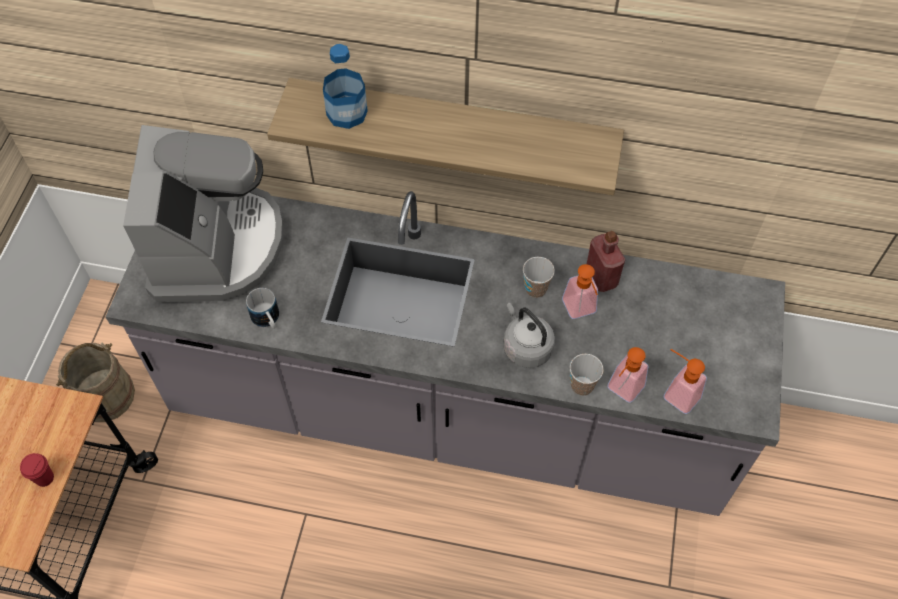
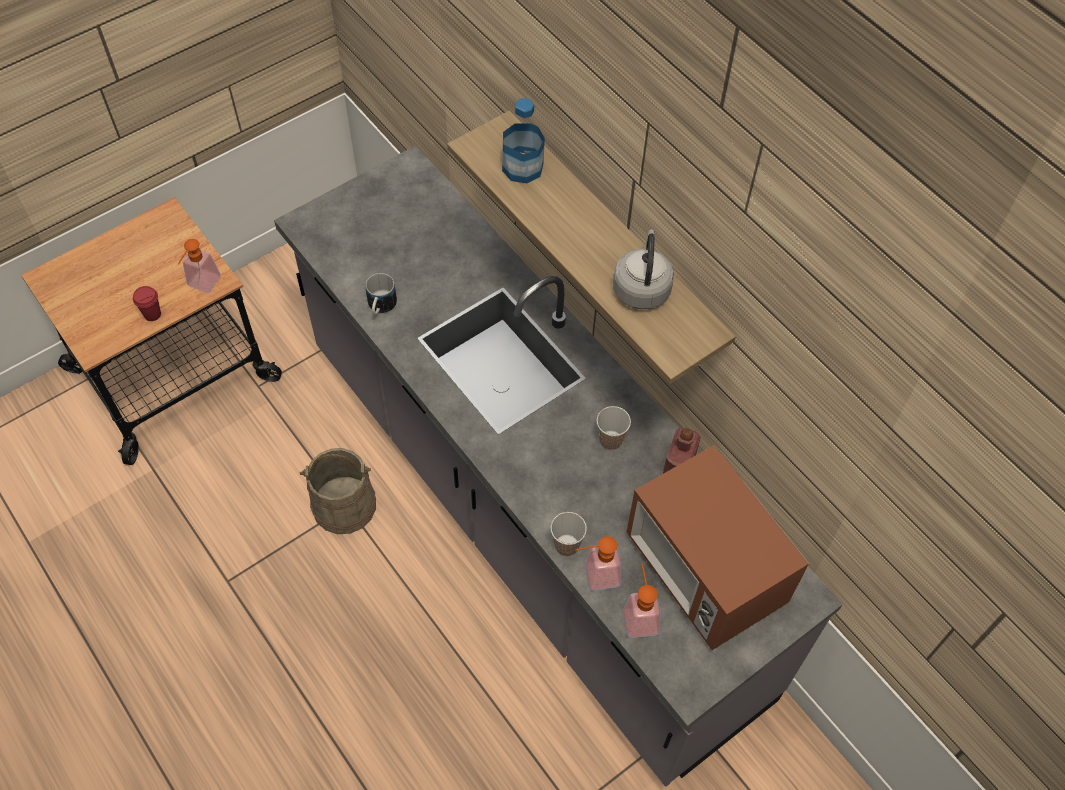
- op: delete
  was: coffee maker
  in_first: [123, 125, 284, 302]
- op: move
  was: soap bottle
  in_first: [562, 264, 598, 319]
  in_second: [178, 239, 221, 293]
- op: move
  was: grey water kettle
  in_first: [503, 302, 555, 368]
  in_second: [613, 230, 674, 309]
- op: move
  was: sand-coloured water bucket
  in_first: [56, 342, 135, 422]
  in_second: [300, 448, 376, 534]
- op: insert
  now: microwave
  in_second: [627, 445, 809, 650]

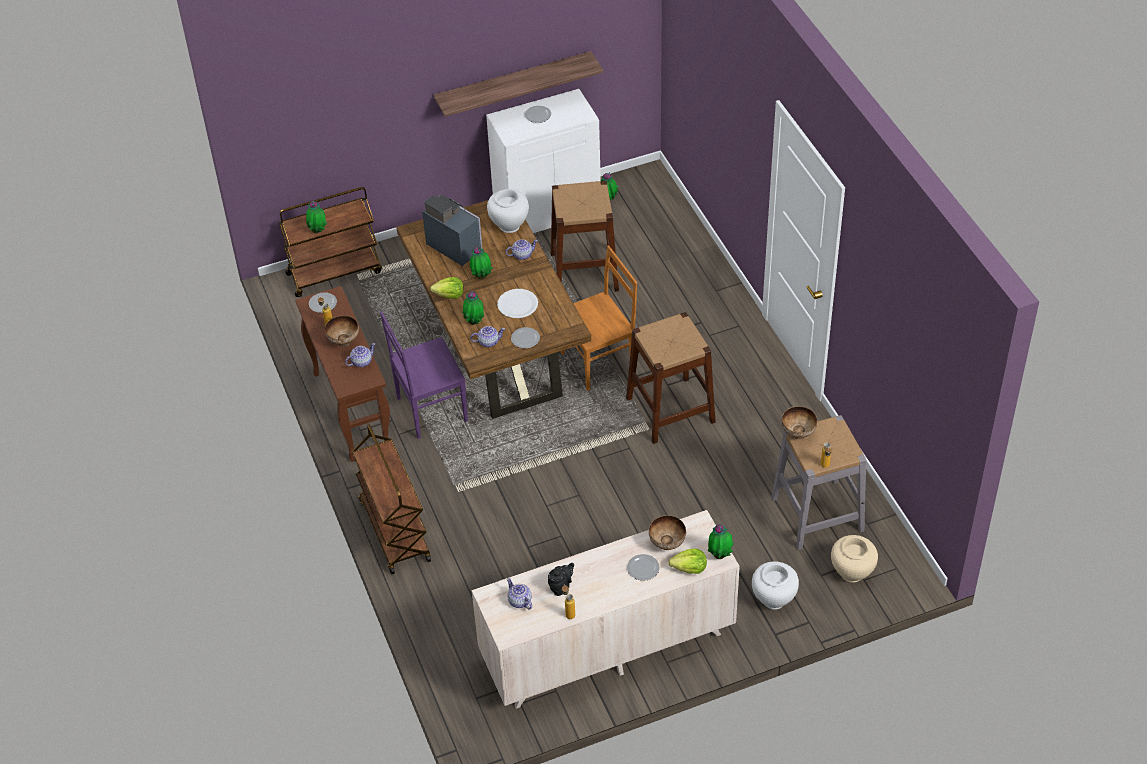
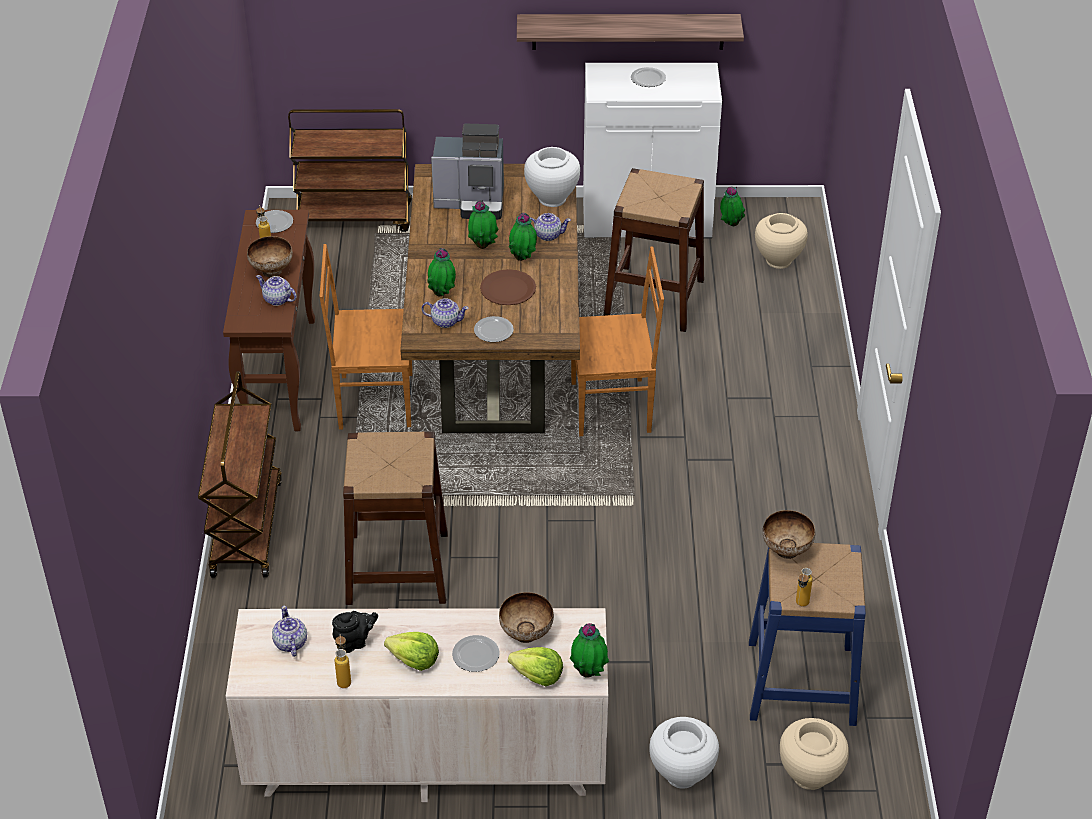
- op: rotate
  was: coffee maker
  in_first: [422, 195, 483, 266]
  in_second: [431, 123, 504, 220]
  clockwise: 120
- op: move
  was: plant in a pot
  in_first: [306, 201, 327, 233]
  in_second: [509, 213, 537, 261]
- op: move
  was: head of lettuce
  in_first: [430, 277, 464, 299]
  in_second: [384, 632, 439, 671]
- op: recolor
  was: white flat dish
  now: brown-coloured flat dish
  in_first: [497, 289, 538, 318]
  in_second: [480, 269, 536, 305]
- op: recolor
  was: purple chair
  now: brown-coloured chair
  in_first: [380, 311, 468, 439]
  in_second: [319, 244, 412, 430]
- op: move
  was: brown-coloured stool seat
  in_first: [626, 312, 716, 444]
  in_second: [343, 432, 448, 605]
- op: rotate
  was: teapot
  in_first: [345, 343, 375, 367]
  in_second: [256, 275, 297, 306]
  clockwise: -135
- op: recolor
  was: grey stool seat
  now: blue stool seat
  in_first: [771, 415, 867, 550]
  in_second: [749, 543, 866, 726]
- op: insert
  now: sand-coloured vase
  in_second: [755, 213, 808, 269]

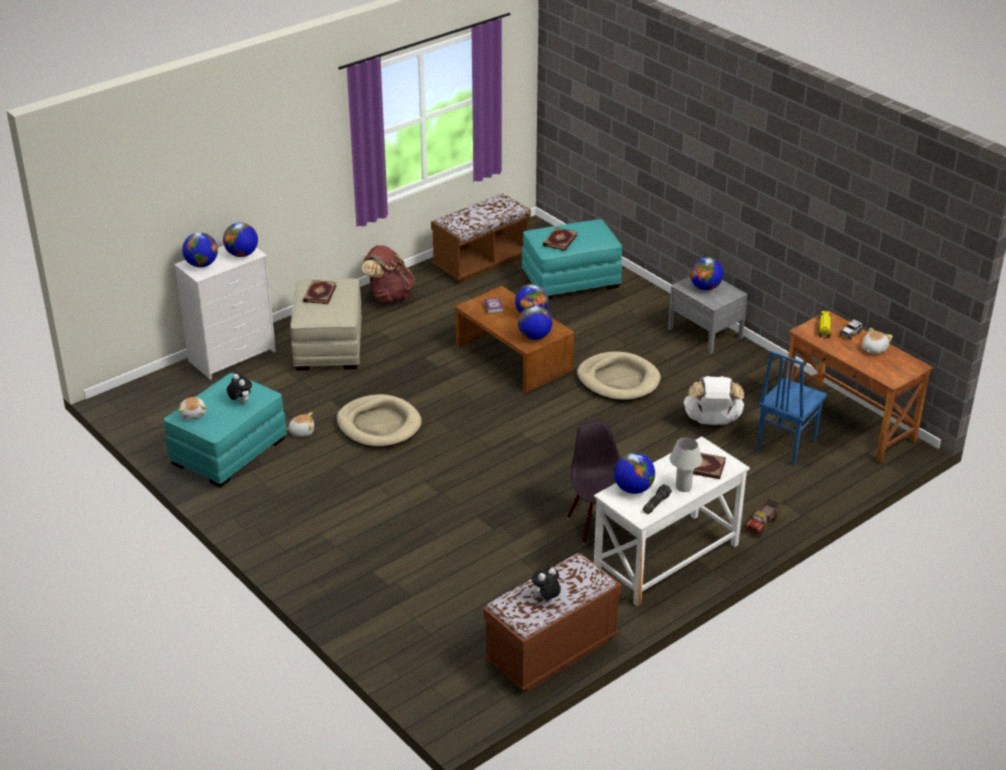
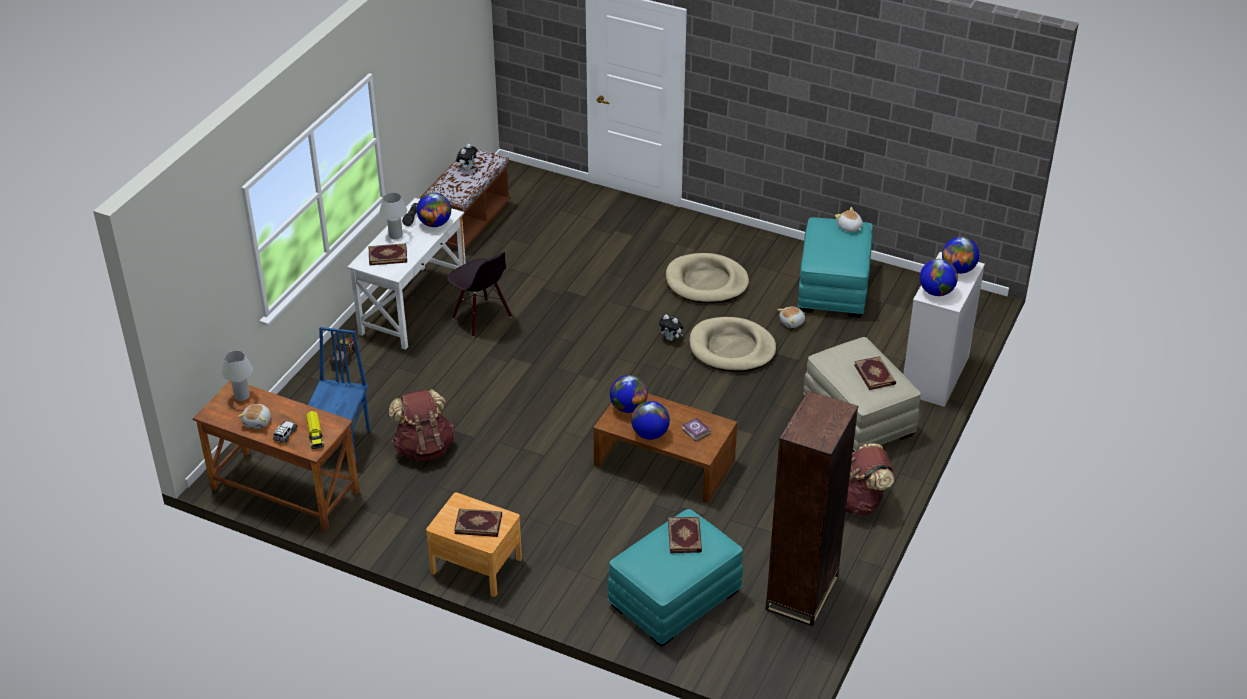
- op: replace
  was: brown-coloured bench
  now: brown-coloured shelving unit
  in_first: [431, 193, 531, 283]
  in_second: [765, 391, 858, 627]
- op: replace
  was: world globe
  now: book
  in_first: [690, 257, 723, 290]
  in_second: [454, 509, 502, 537]
- op: recolor
  was: grey nightstand
  now: brown-coloured nightstand
  in_first: [668, 277, 747, 354]
  in_second: [426, 492, 522, 597]
- op: move
  was: sand-coloured dog cushion
  in_first: [577, 351, 661, 401]
  in_second: [666, 253, 749, 304]
- op: move
  was: cuddly toy
  in_first: [227, 374, 252, 403]
  in_second: [658, 315, 683, 341]
- op: recolor
  was: white backpack
  now: brown-coloured backpack
  in_first: [684, 376, 744, 425]
  in_second: [389, 389, 455, 462]
- op: insert
  now: white table lamp
  in_second: [222, 351, 253, 401]

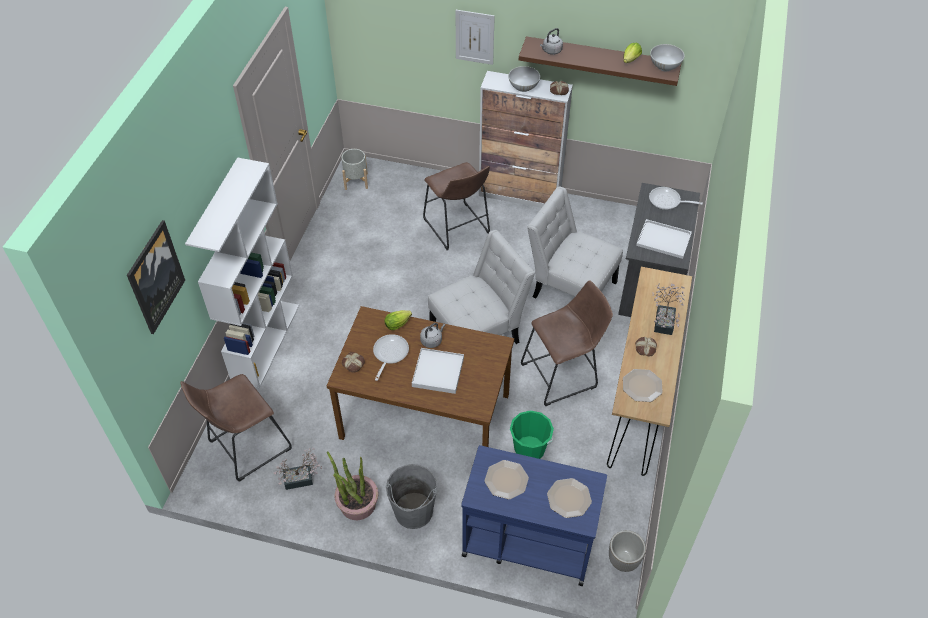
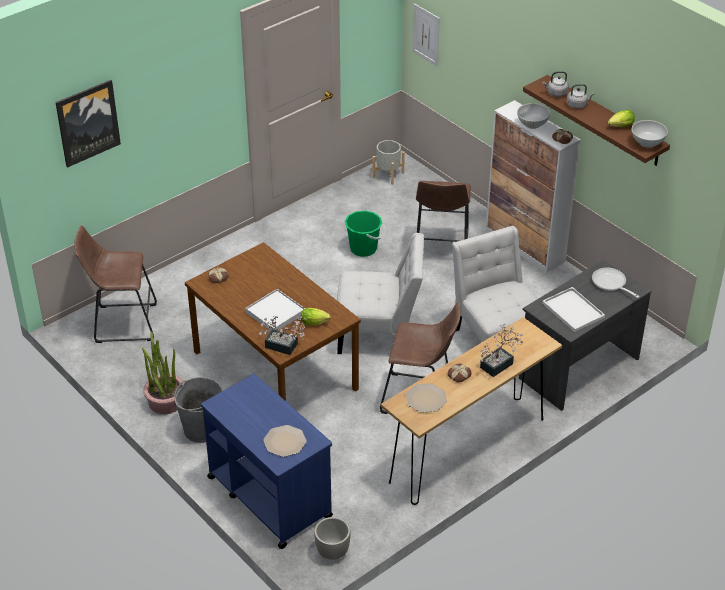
- op: move
  was: wall art
  in_first: [456, 10, 495, 65]
  in_second: [412, 3, 440, 66]
- op: delete
  was: white shelving unit
  in_first: [185, 157, 299, 389]
- op: move
  was: head of lettuce
  in_first: [385, 310, 412, 330]
  in_second: [301, 308, 331, 325]
- op: move
  was: grey water kettle
  in_first: [420, 323, 445, 348]
  in_second: [567, 84, 594, 109]
- op: delete
  was: pan
  in_first: [373, 334, 409, 381]
- op: move
  was: green-coloured water bucket
  in_first: [510, 410, 554, 459]
  in_second: [345, 210, 382, 257]
- op: move
  was: plant in a pot
  in_first: [274, 448, 322, 490]
  in_second: [259, 316, 306, 355]
- op: delete
  was: flat dish
  in_first: [485, 460, 529, 499]

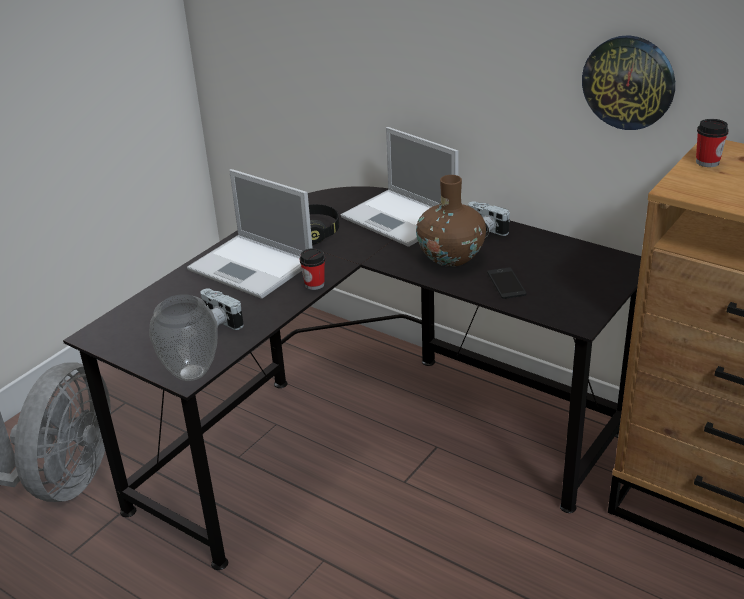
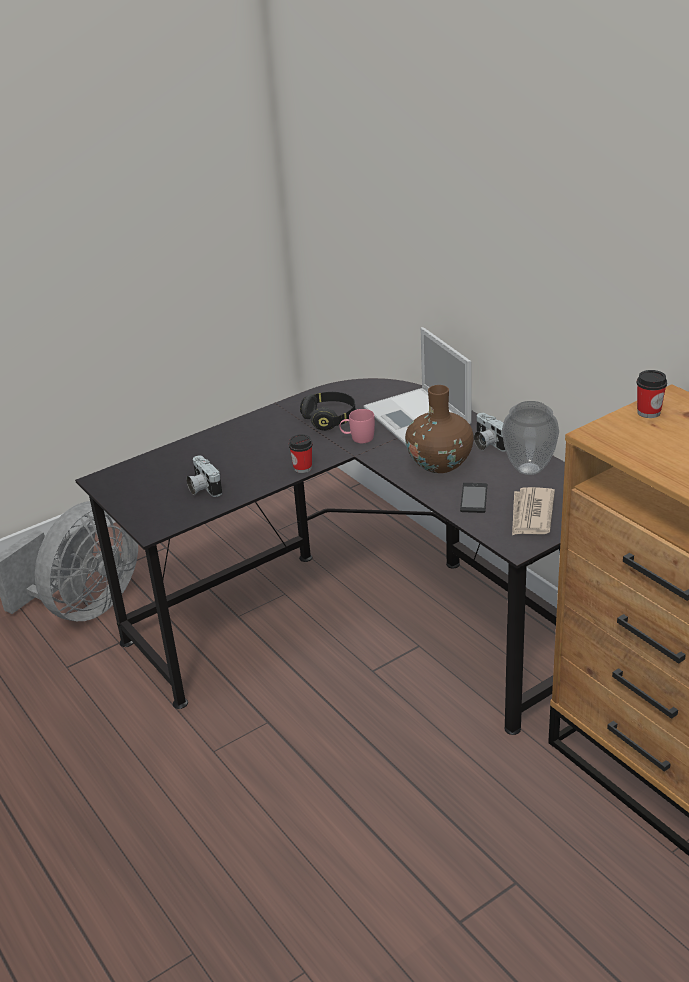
- op: delete
  was: wall clock
  in_first: [582, 35, 675, 130]
- op: delete
  was: notebook computer
  in_first: [187, 169, 313, 299]
- op: move
  was: vase
  in_first: [149, 294, 218, 381]
  in_second: [502, 401, 559, 475]
- op: insert
  now: pink-coloured coffee mug
  in_second: [339, 409, 375, 443]
- op: insert
  now: daily paper
  in_second: [512, 487, 555, 535]

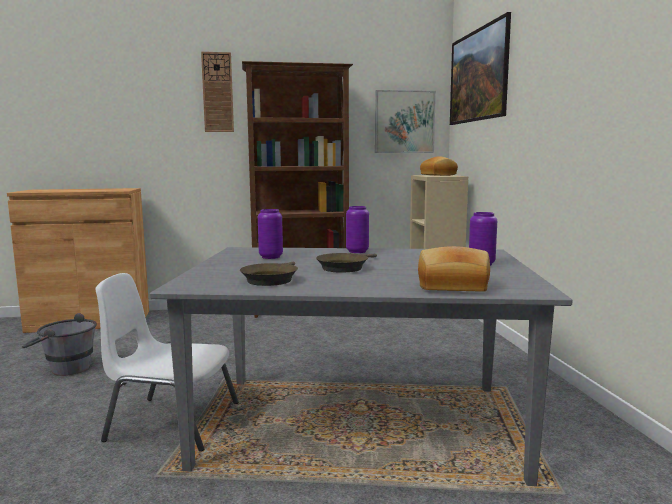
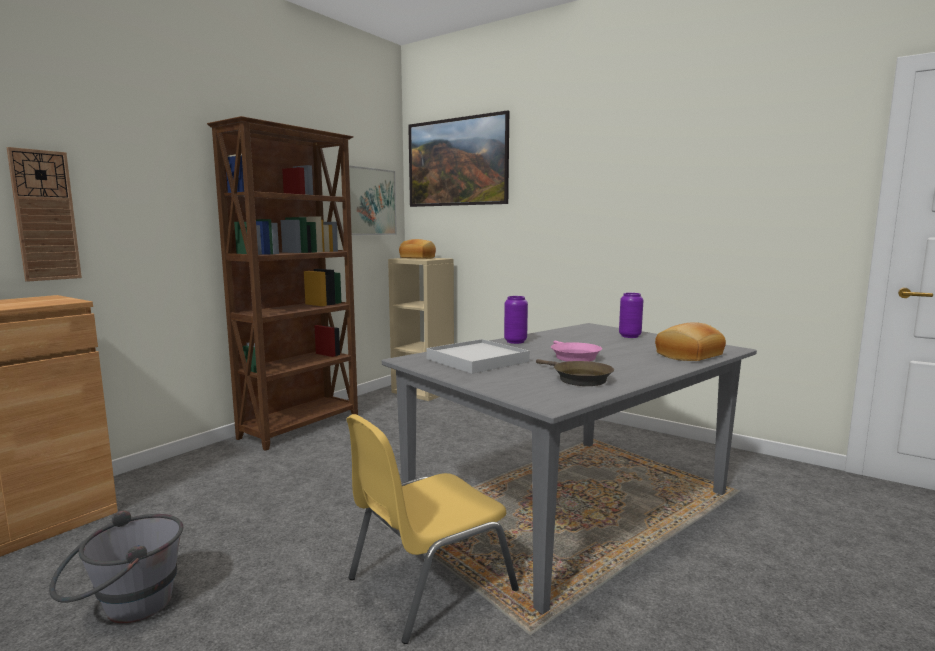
- op: move
  was: wall clock
  in_first: [201, 52, 234, 132]
  in_second: [6, 147, 82, 282]
- op: replace
  was: purple vase
  now: white serving tray
  in_first: [258, 209, 283, 259]
  in_second: [426, 339, 530, 374]
- op: recolor
  was: brown-coloured pan
  now: pink-coloured pan
  in_first: [316, 253, 377, 272]
  in_second: [551, 341, 602, 361]
- op: recolor
  was: white chair
  now: yellow-coloured chair
  in_first: [95, 273, 238, 451]
  in_second: [346, 414, 519, 644]

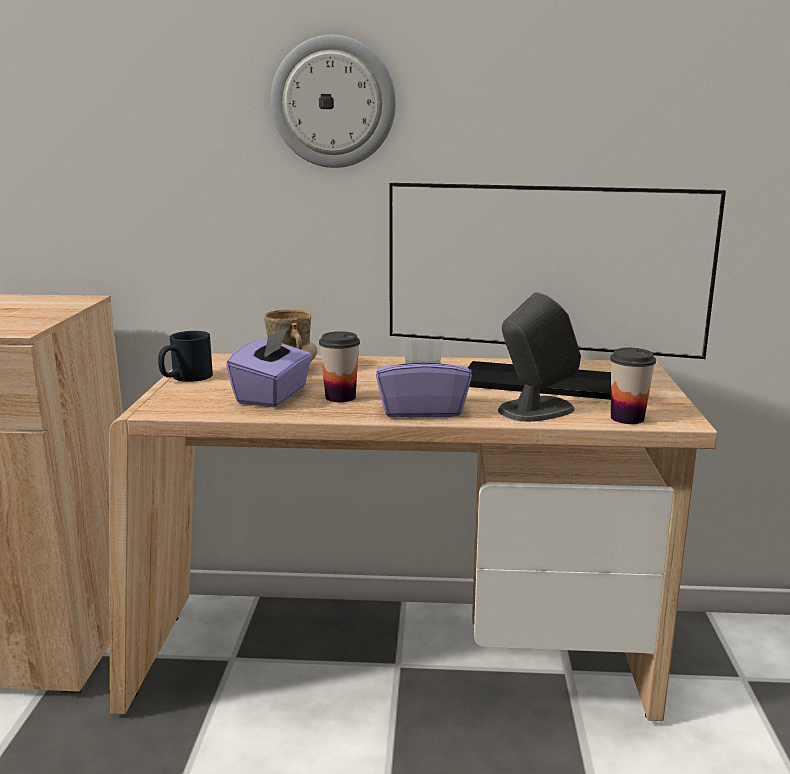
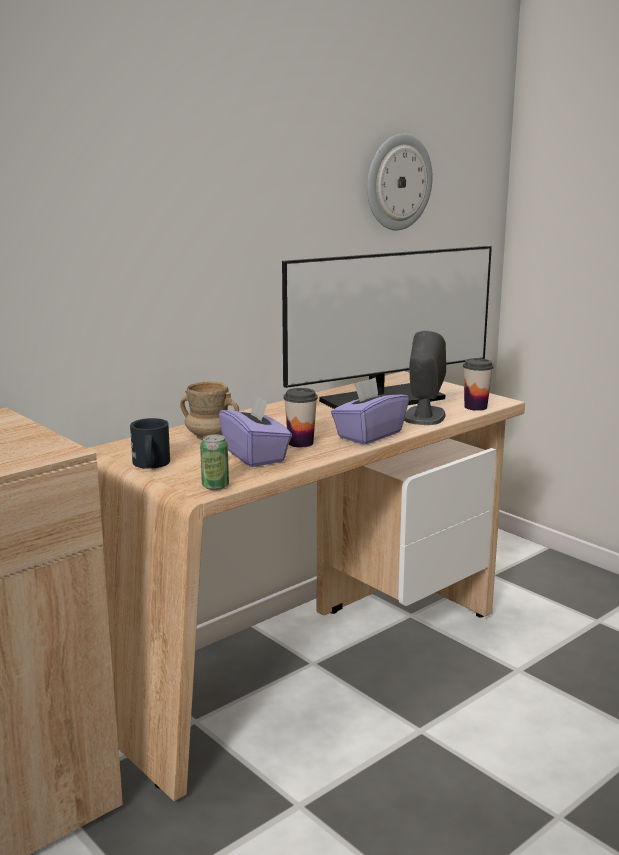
- op: move
  was: wall clock
  in_first: [271, 35, 396, 168]
  in_second: [367, 134, 433, 231]
- op: insert
  now: metal can
  in_second: [200, 434, 229, 490]

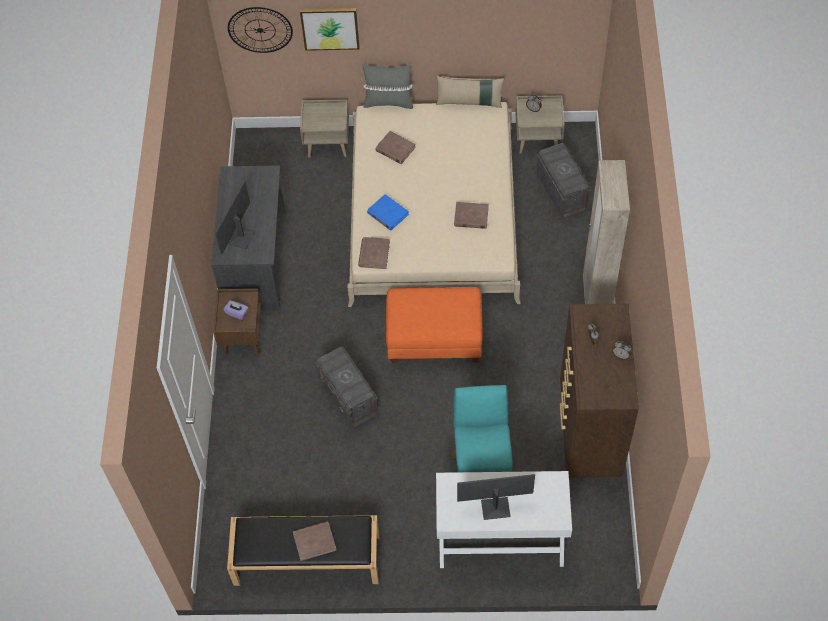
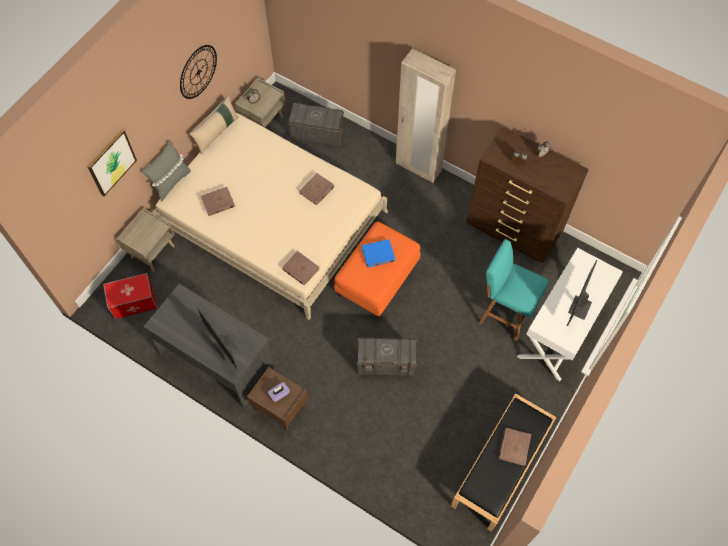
- op: move
  was: wall clock
  in_first: [228, 7, 293, 53]
  in_second: [180, 45, 217, 99]
- op: move
  was: blue book
  in_first: [367, 194, 409, 230]
  in_second: [362, 239, 395, 268]
- op: insert
  now: storage bin
  in_second: [103, 273, 157, 319]

